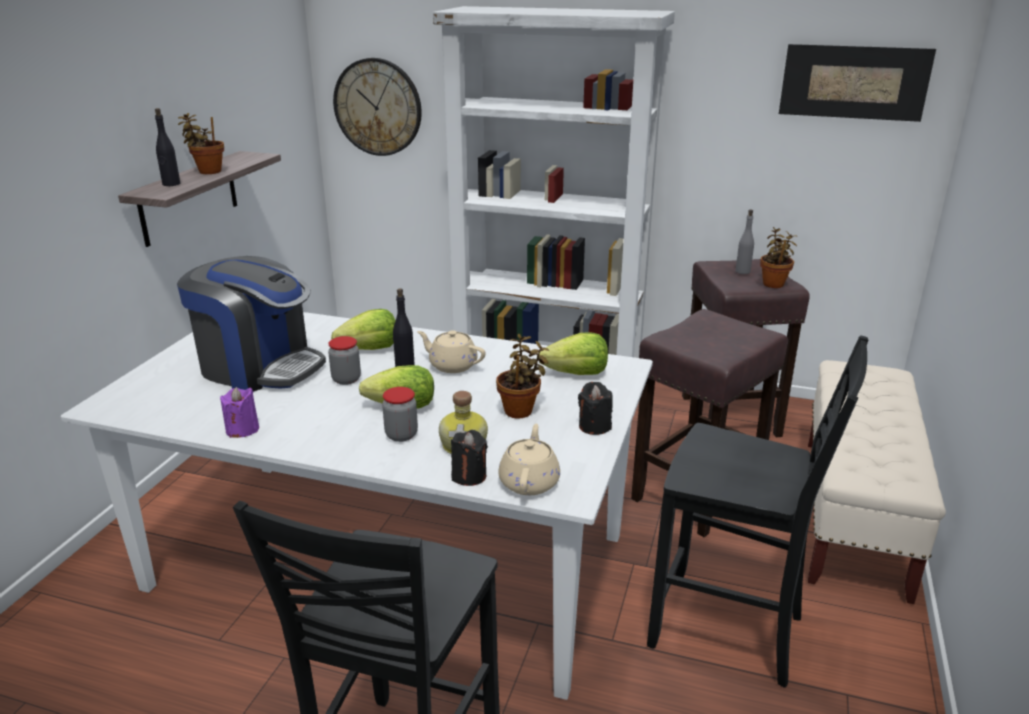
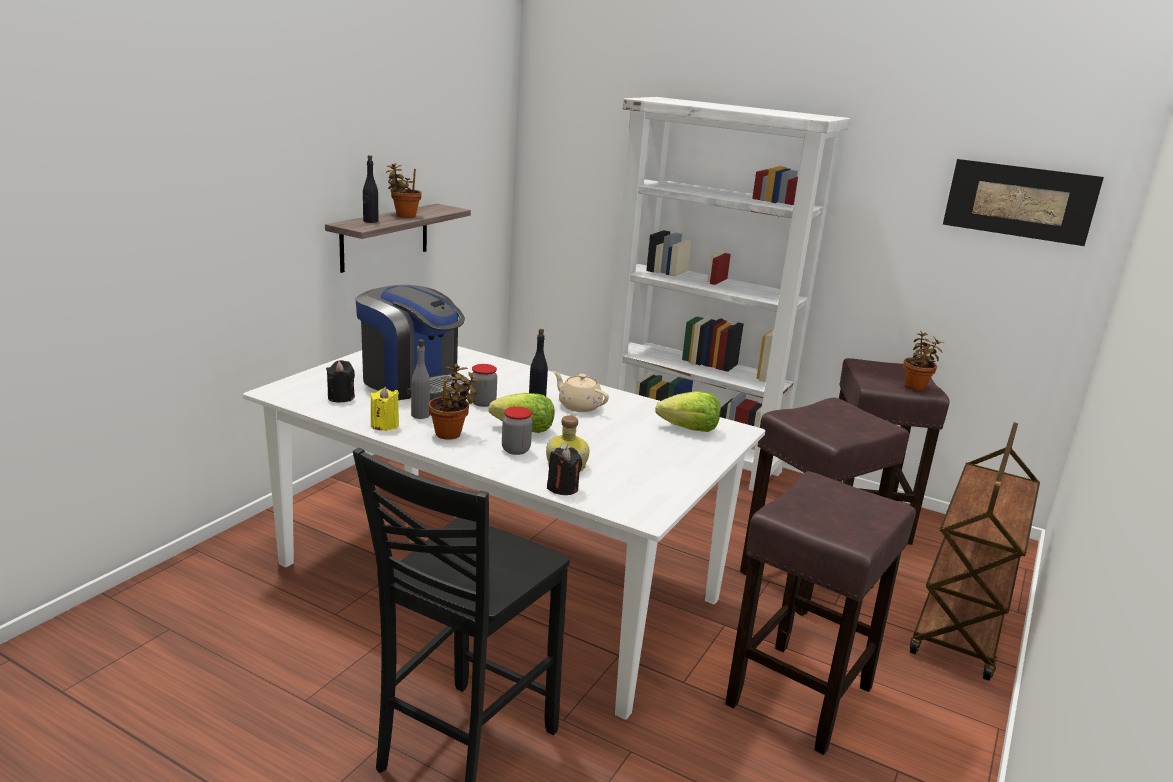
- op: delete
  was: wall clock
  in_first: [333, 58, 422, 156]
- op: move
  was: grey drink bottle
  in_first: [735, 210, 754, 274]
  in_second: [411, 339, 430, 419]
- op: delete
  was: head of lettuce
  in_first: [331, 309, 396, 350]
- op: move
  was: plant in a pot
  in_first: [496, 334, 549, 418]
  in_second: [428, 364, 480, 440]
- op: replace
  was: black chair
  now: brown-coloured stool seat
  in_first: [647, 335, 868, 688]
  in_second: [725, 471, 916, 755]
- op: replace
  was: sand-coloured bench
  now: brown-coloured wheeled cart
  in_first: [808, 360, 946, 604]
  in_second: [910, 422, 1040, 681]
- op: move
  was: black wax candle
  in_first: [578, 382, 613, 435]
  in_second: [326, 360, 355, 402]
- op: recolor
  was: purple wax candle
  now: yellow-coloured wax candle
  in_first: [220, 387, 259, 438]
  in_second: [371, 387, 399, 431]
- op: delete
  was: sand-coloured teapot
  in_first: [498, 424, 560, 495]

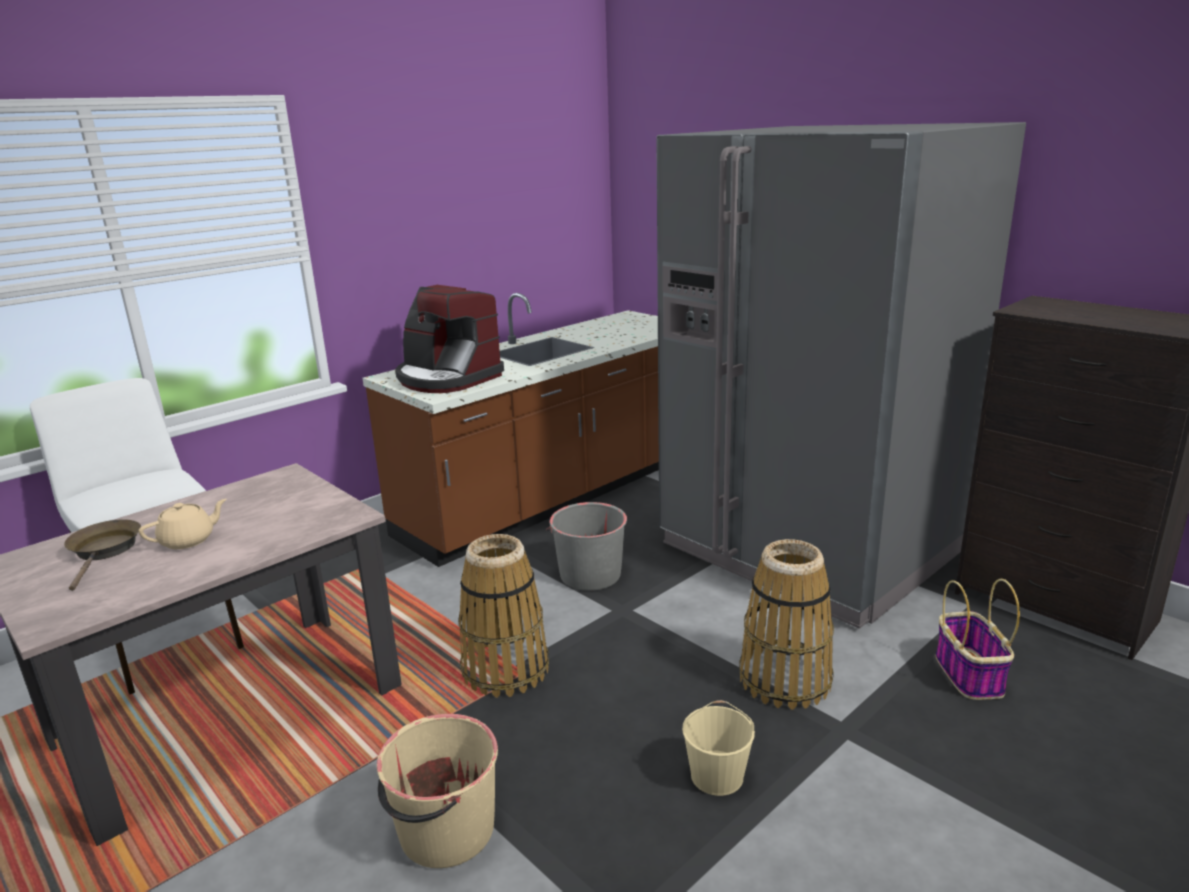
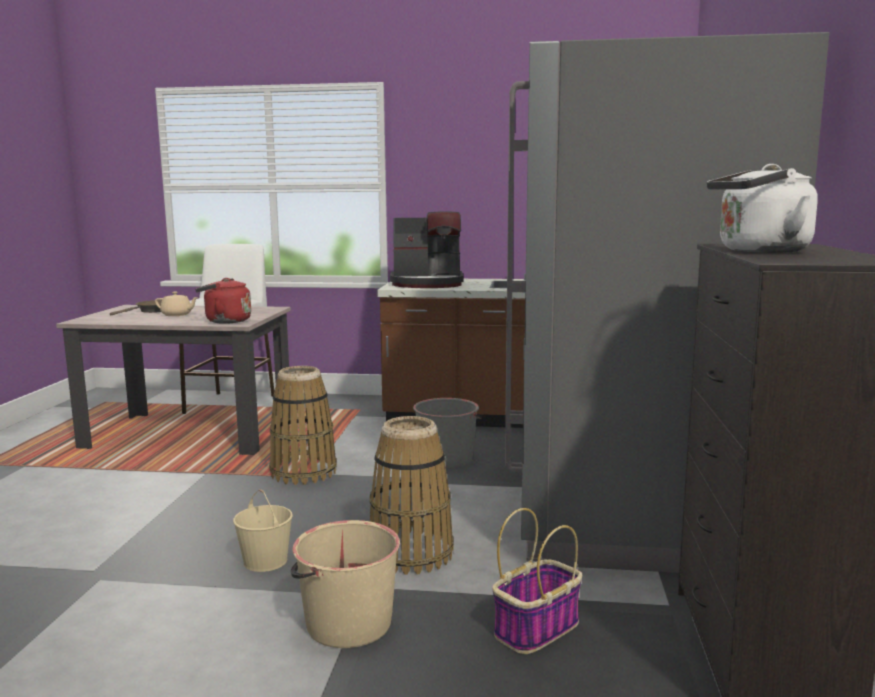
- op: rotate
  was: coffee maker
  in_first: [395, 285, 504, 393]
  in_second: [390, 211, 464, 288]
  clockwise: -90
- op: move
  was: sand-coloured water bucket
  in_first: [377, 714, 498, 868]
  in_second: [290, 520, 400, 648]
- op: insert
  now: white water kettle
  in_second: [707, 164, 818, 253]
- op: insert
  now: reddish water kettle
  in_second: [195, 278, 251, 324]

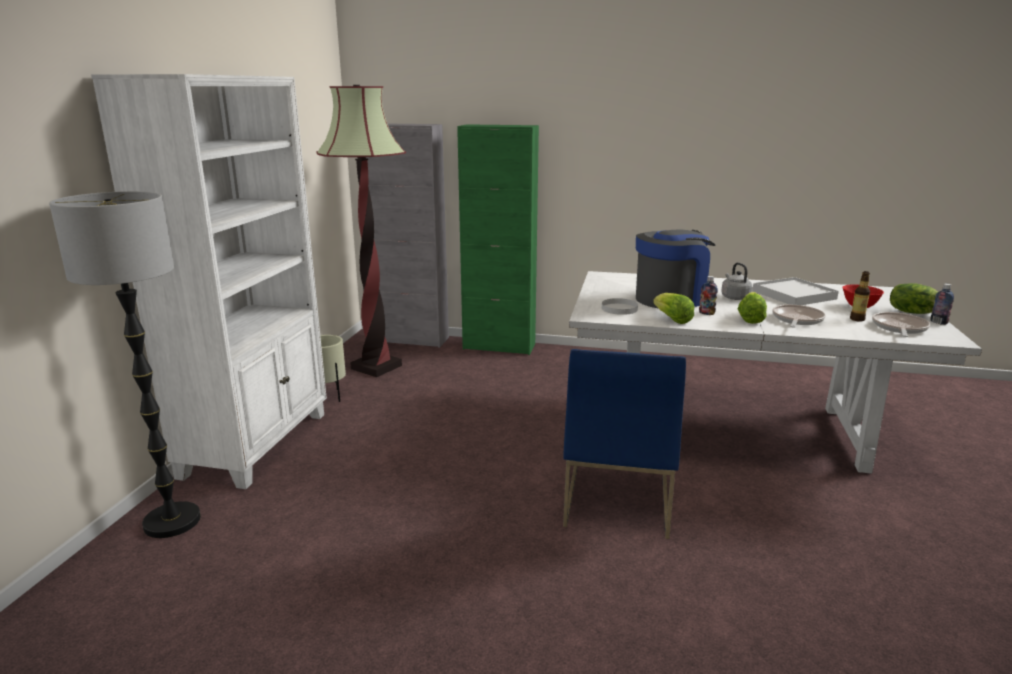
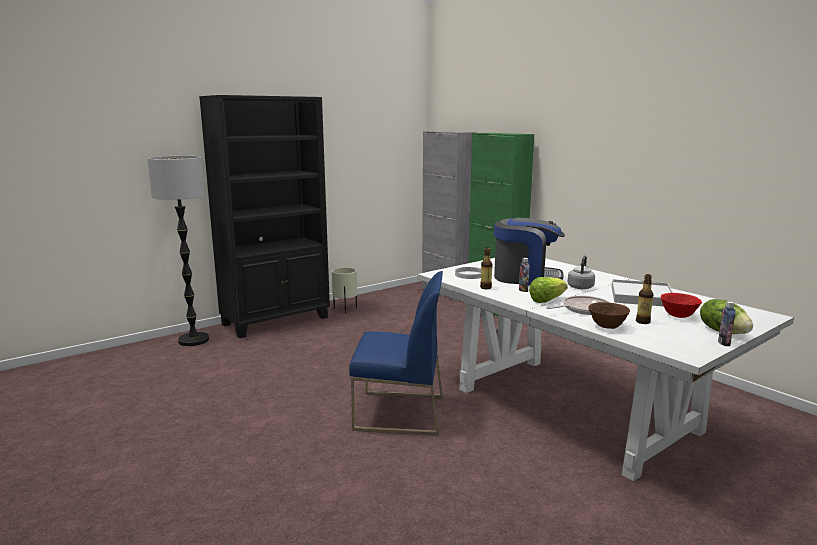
- op: recolor
  was: white shelving unit
  now: black shelving unit
  in_first: [91, 74, 327, 489]
  in_second: [199, 95, 330, 338]
- op: delete
  was: floor lamp
  in_first: [316, 85, 406, 377]
- op: replace
  was: head of lettuce
  now: drink bottle
  in_first: [653, 293, 694, 324]
  in_second: [480, 248, 493, 289]
- op: delete
  was: pan
  in_first: [872, 312, 930, 337]
- op: rotate
  was: blue chair
  in_first: [563, 349, 686, 539]
  in_second: [349, 271, 443, 435]
  clockwise: -135
- op: insert
  now: brown-coloured bowl
  in_second: [588, 302, 630, 329]

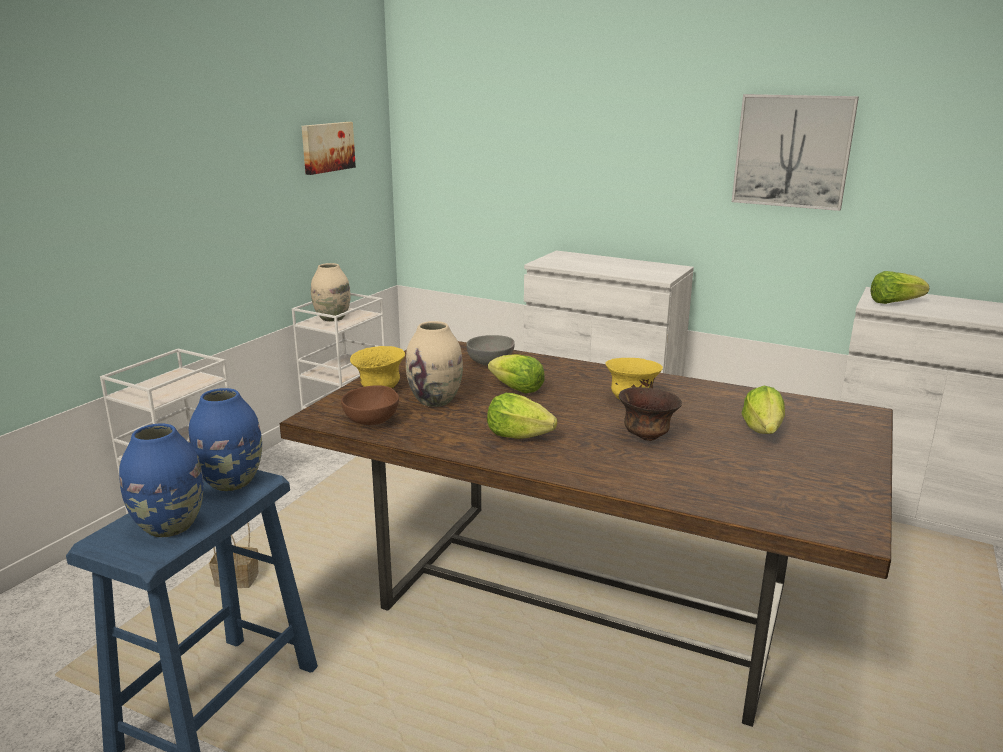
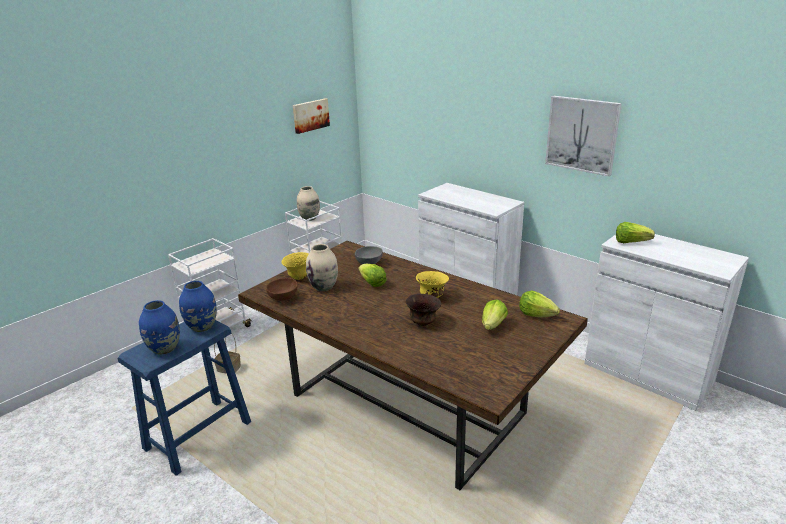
- op: move
  was: head of lettuce
  in_first: [487, 393, 557, 439]
  in_second: [519, 290, 560, 317]

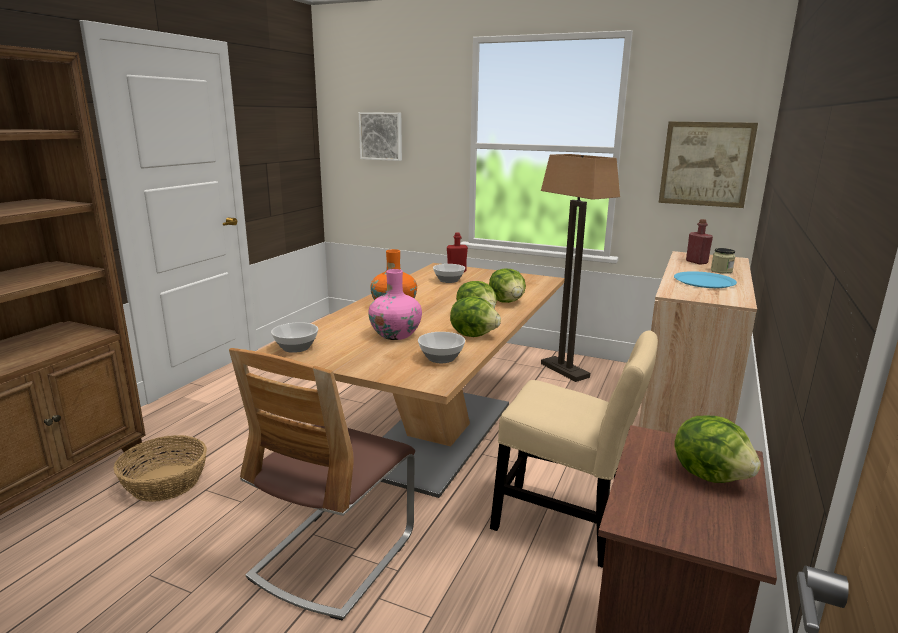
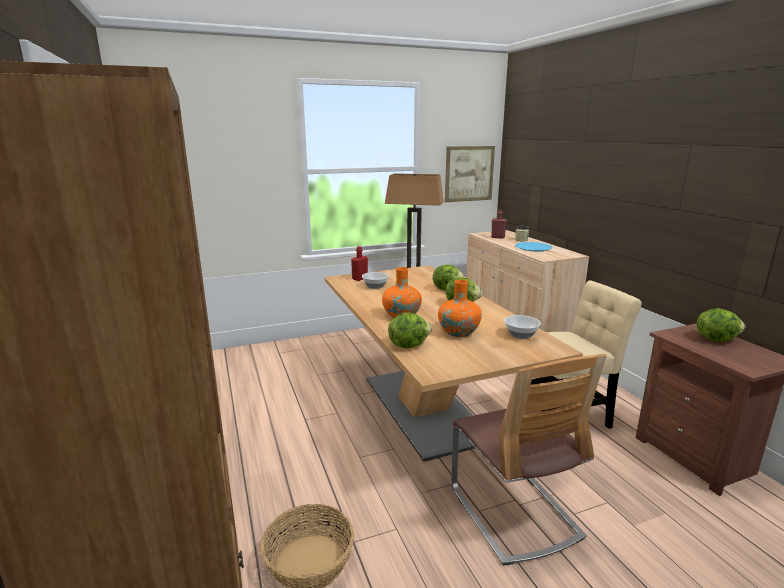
- op: delete
  was: wall art
  in_first: [359, 112, 402, 161]
- op: recolor
  was: pink-coloured vase
  now: orange-coloured vase
  in_first: [368, 269, 422, 340]
  in_second: [438, 280, 482, 337]
- op: move
  was: head of lettuce
  in_first: [450, 296, 501, 337]
  in_second: [388, 313, 432, 349]
- op: delete
  was: bowl
  in_first: [271, 322, 318, 353]

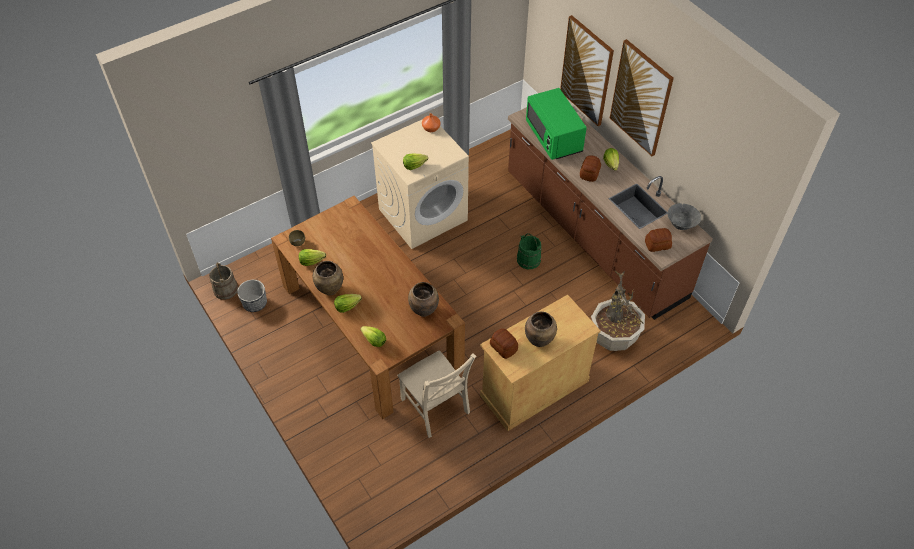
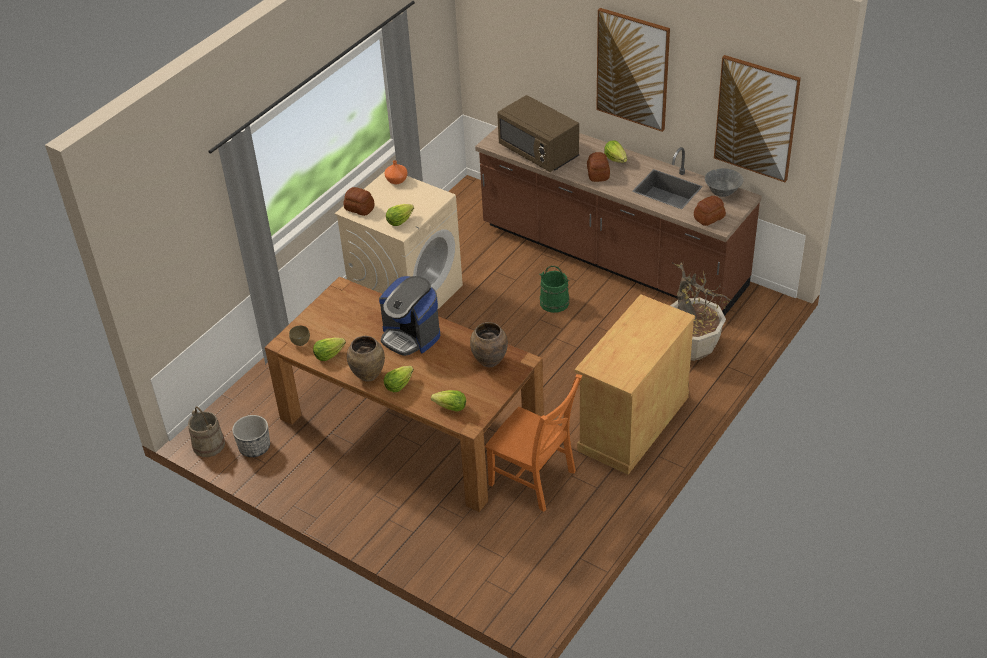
- op: move
  was: wall art
  in_first: [560, 15, 614, 126]
  in_second: [714, 55, 801, 182]
- op: recolor
  was: green-coloured microwave
  now: brown-coloured microwave
  in_first: [526, 88, 587, 160]
  in_second: [497, 95, 580, 172]
- op: delete
  was: brown-coloured vase
  in_first: [525, 312, 557, 347]
- op: move
  was: bakery bread
  in_first: [490, 329, 518, 359]
  in_second: [344, 187, 375, 216]
- op: recolor
  was: sand-coloured chair
  now: orange-coloured chair
  in_first: [397, 350, 476, 438]
  in_second: [485, 374, 582, 512]
- op: insert
  now: coffee maker
  in_second: [379, 276, 440, 356]

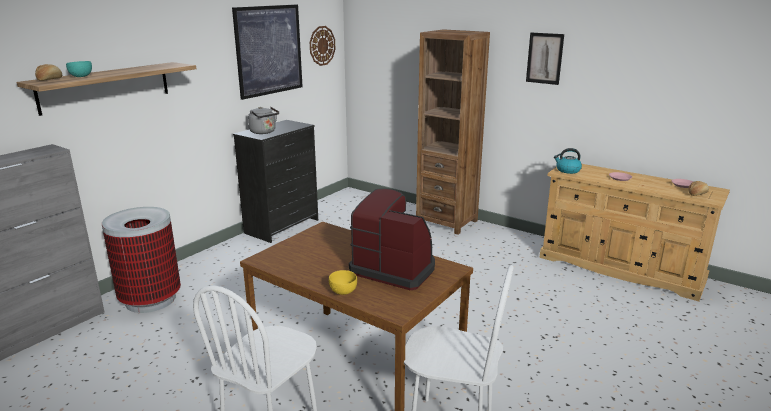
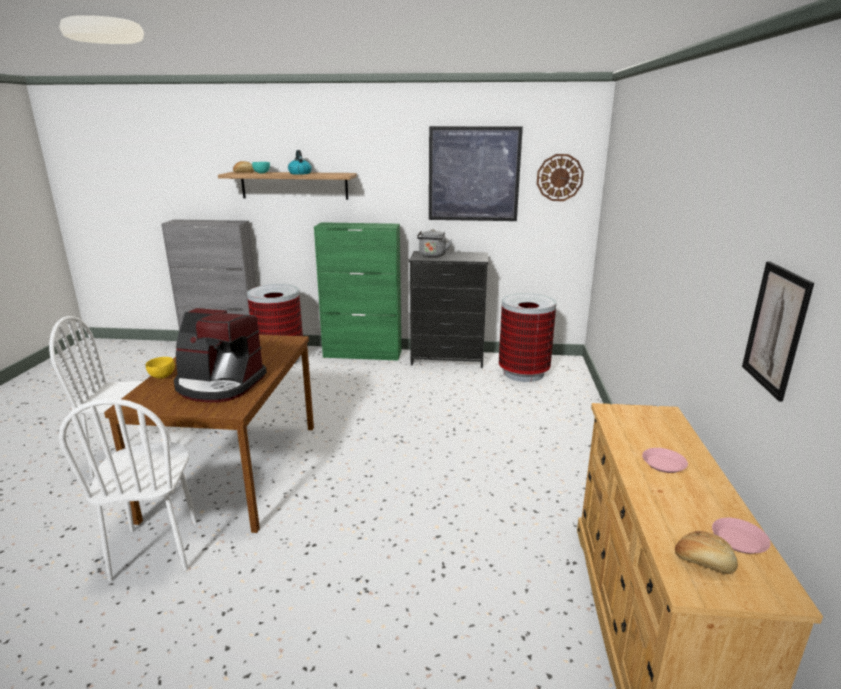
- op: delete
  was: brown-coloured shelving unit
  in_first: [416, 29, 490, 235]
- op: move
  was: wall art
  in_first: [526, 33, 564, 85]
  in_second: [742, 261, 814, 402]
- op: move
  was: water kettle
  in_first: [554, 148, 582, 174]
  in_second: [288, 150, 312, 175]
- op: rotate
  was: coffee maker
  in_first: [349, 188, 435, 290]
  in_second: [174, 308, 267, 403]
  clockwise: 105
- op: insert
  now: green-coloured storage cabinet
  in_second: [314, 222, 401, 360]
- op: insert
  now: trash can
  in_second: [499, 293, 557, 382]

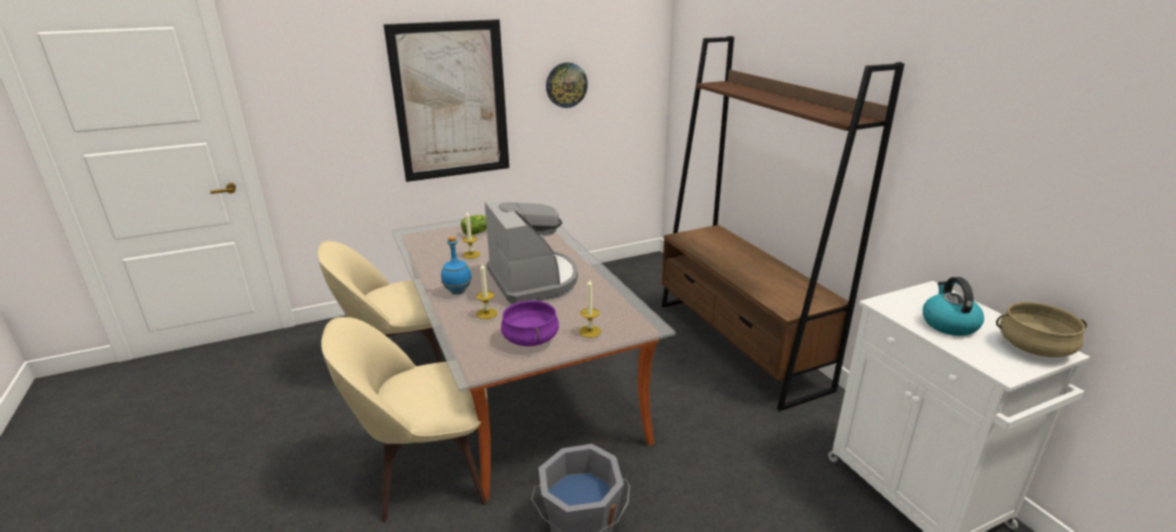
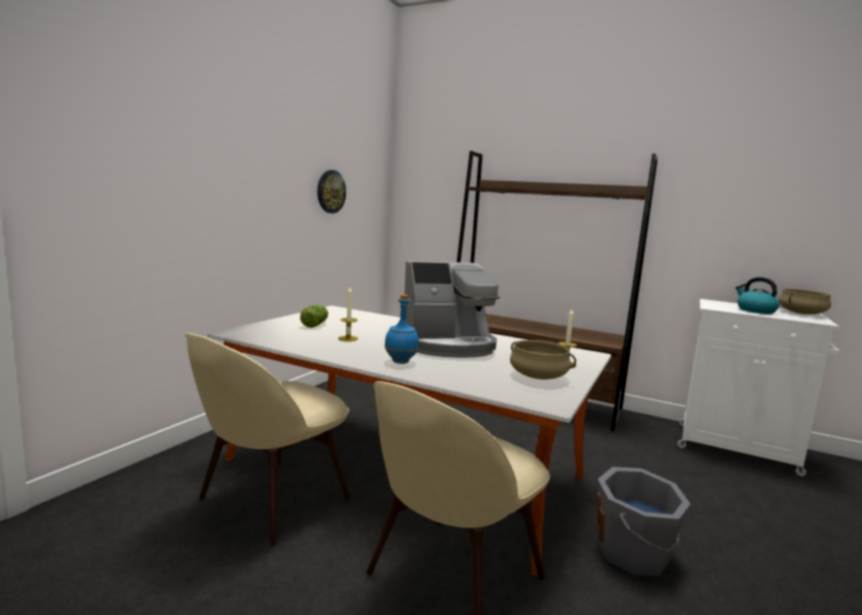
- op: delete
  was: wall art
  in_first: [383, 19, 509, 182]
- op: rotate
  was: coffee maker
  in_first: [485, 202, 578, 305]
  in_second: [405, 261, 500, 358]
  clockwise: 135
- op: delete
  was: wax candle
  in_first: [476, 264, 497, 319]
- op: recolor
  was: purple cooking pot
  now: sand-coloured cooking pot
  in_first: [501, 300, 559, 346]
  in_second: [510, 340, 576, 380]

